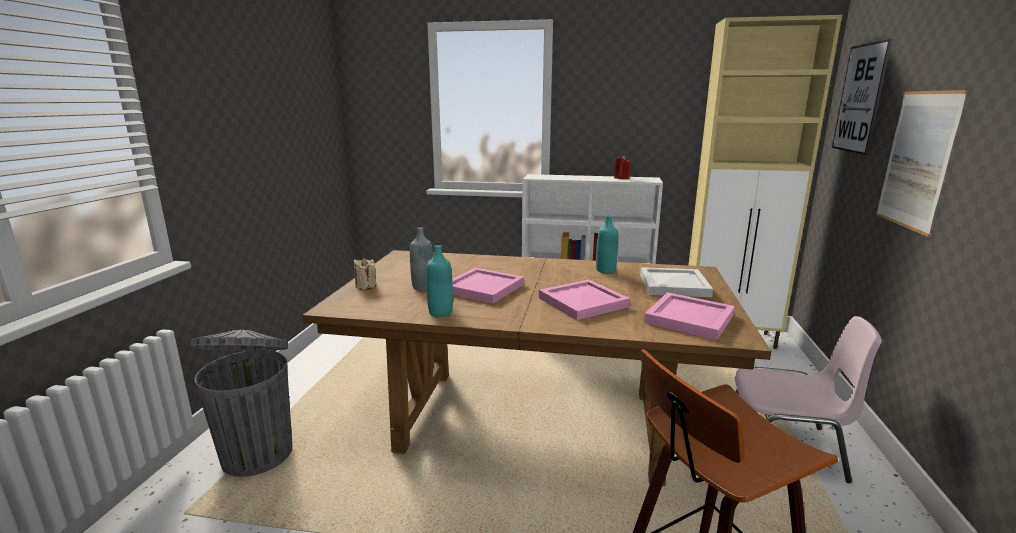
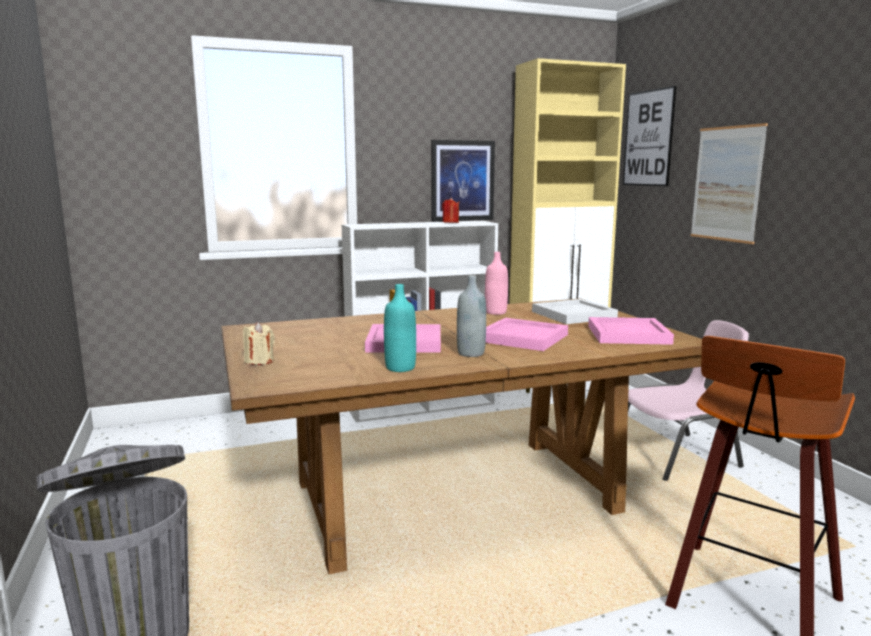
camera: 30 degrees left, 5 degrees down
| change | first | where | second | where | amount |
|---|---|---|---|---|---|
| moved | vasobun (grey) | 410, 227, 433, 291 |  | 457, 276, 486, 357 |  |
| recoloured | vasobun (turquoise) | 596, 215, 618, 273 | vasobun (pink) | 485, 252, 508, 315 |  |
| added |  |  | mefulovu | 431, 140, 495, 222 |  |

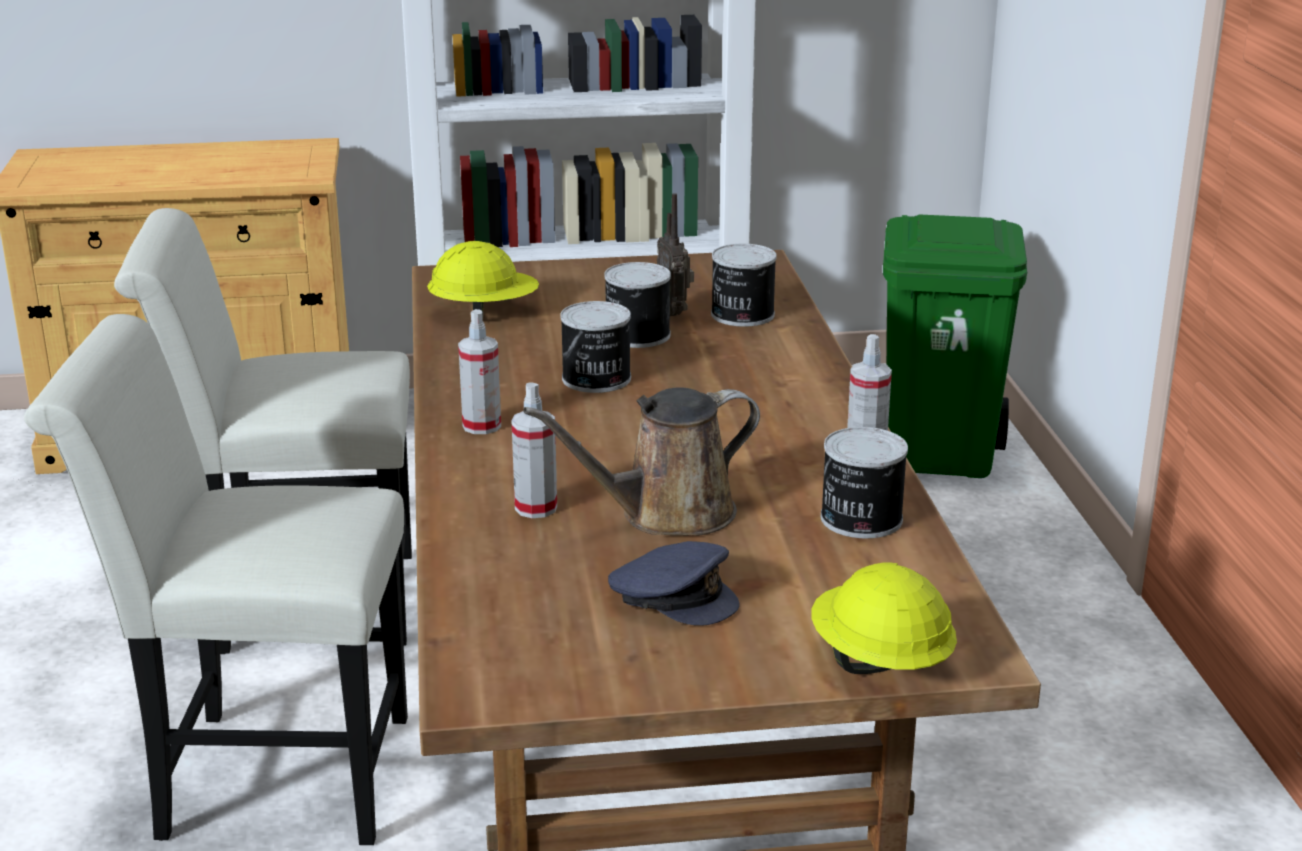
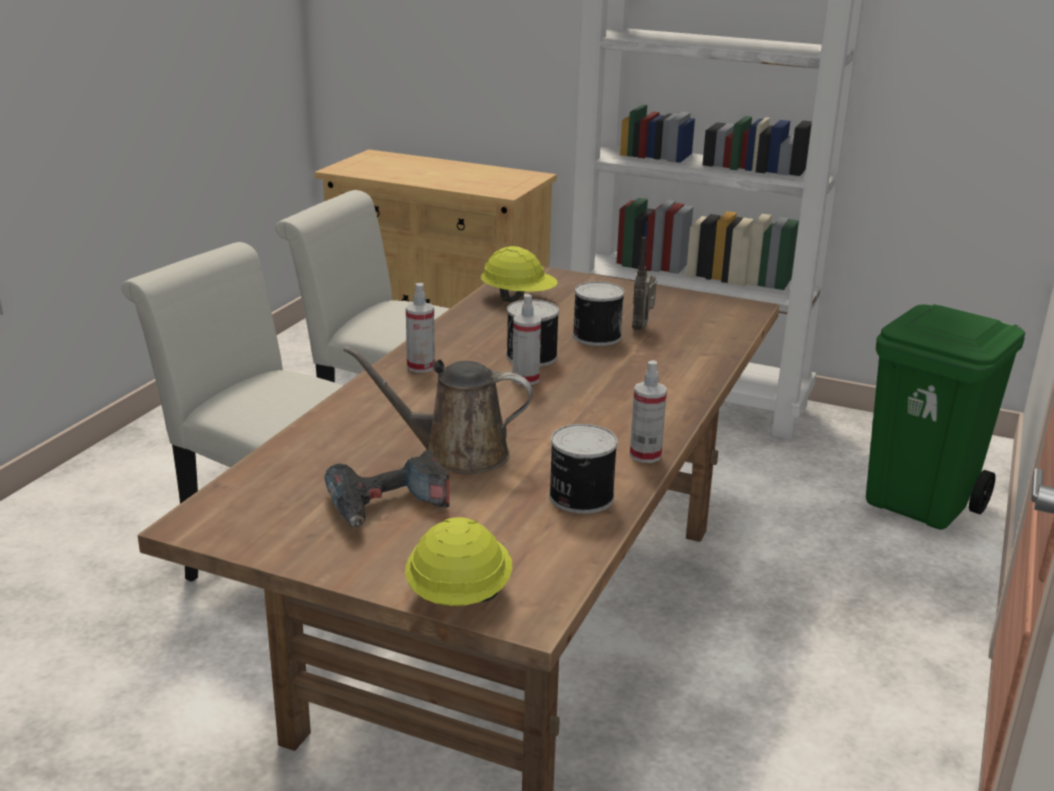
camera: 30 degrees right, 0 degrees up
| change | first | where | second | where | amount |
|---|---|---|---|---|---|
| moved | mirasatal | 511, 382, 557, 518 |  | 512, 294, 541, 385 |  |
| replaced | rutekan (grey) | 608, 541, 739, 626 | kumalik | 325, 450, 450, 527 |  |
| removed | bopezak | 711, 244, 777, 327 |  |  |  |

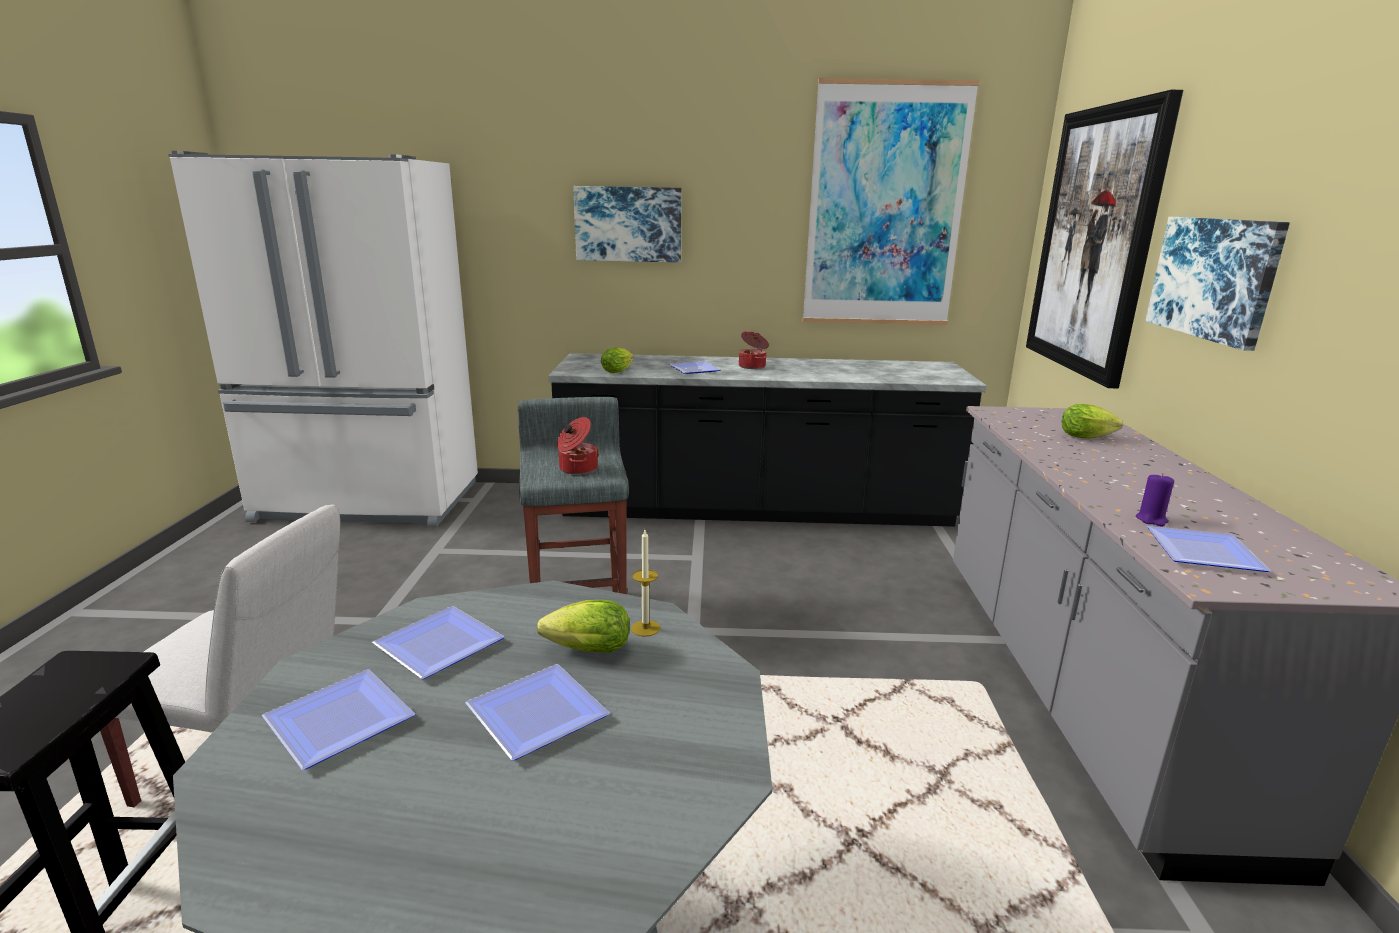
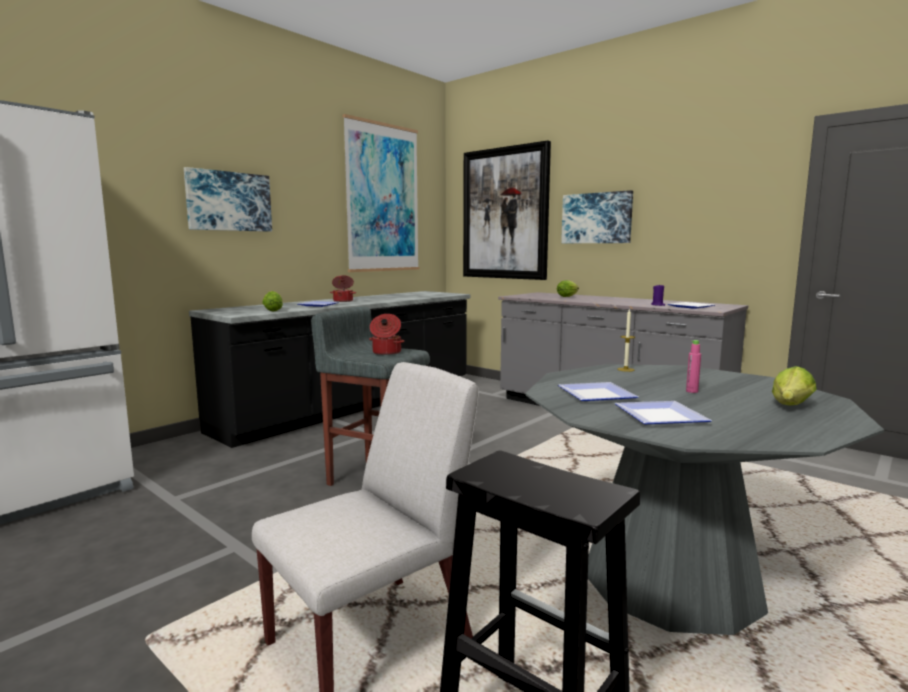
camera: 50 degrees left, 10 degrees down
| change | first | where | second | where | amount |
|---|---|---|---|---|---|
| replaced | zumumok | 465, 664, 610, 761 | vasobun (pink) | 686, 340, 701, 393 |  |
| moved | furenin | 537, 600, 630, 653 |  | 772, 366, 817, 405 |  |

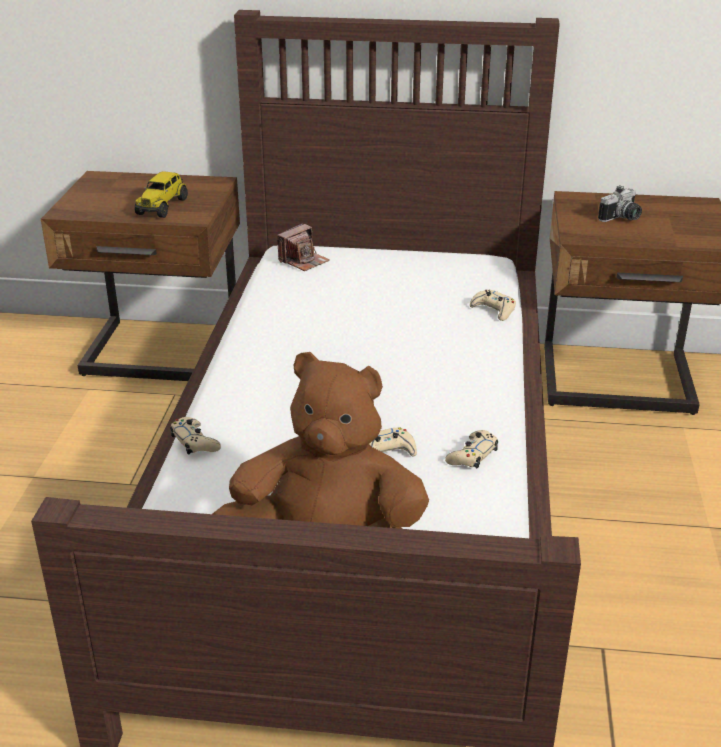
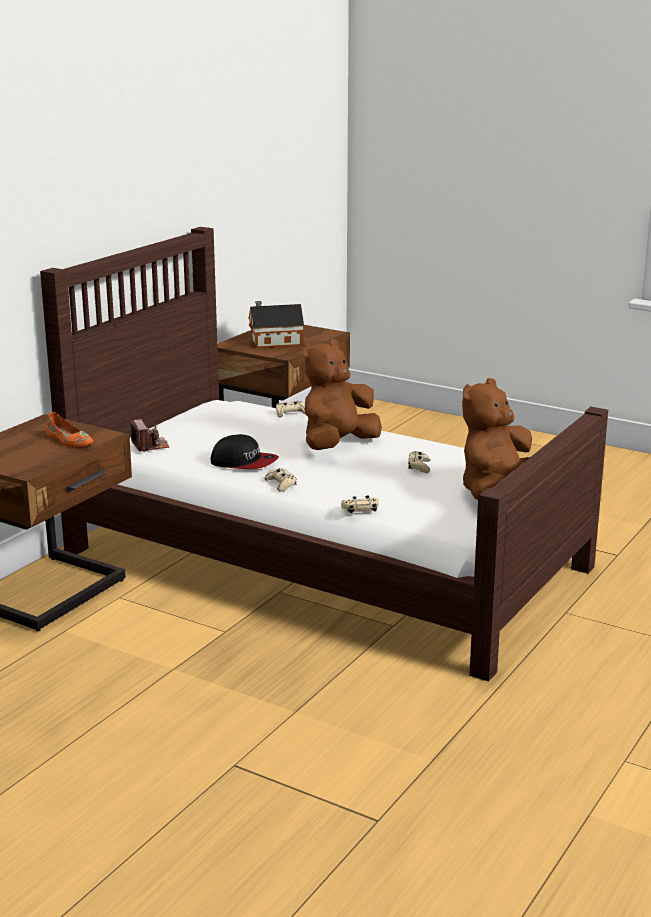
camera: 65 degrees left, 10 degrees down
| change | first | where | second | where | amount |
|---|---|---|---|---|---|
| replaced | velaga | 135, 171, 188, 218 | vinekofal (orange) | 46, 412, 94, 447 |  |
| moved | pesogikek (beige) | 445, 430, 498, 468 |  | 265, 468, 296, 492 |  |
| replaced | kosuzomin | 598, 185, 642, 222 | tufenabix | 248, 301, 304, 348 |  |
| added |  |  | rutekan | 211, 434, 279, 469 |  |
| added |  |  | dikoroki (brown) | 302, 339, 382, 450 |  |

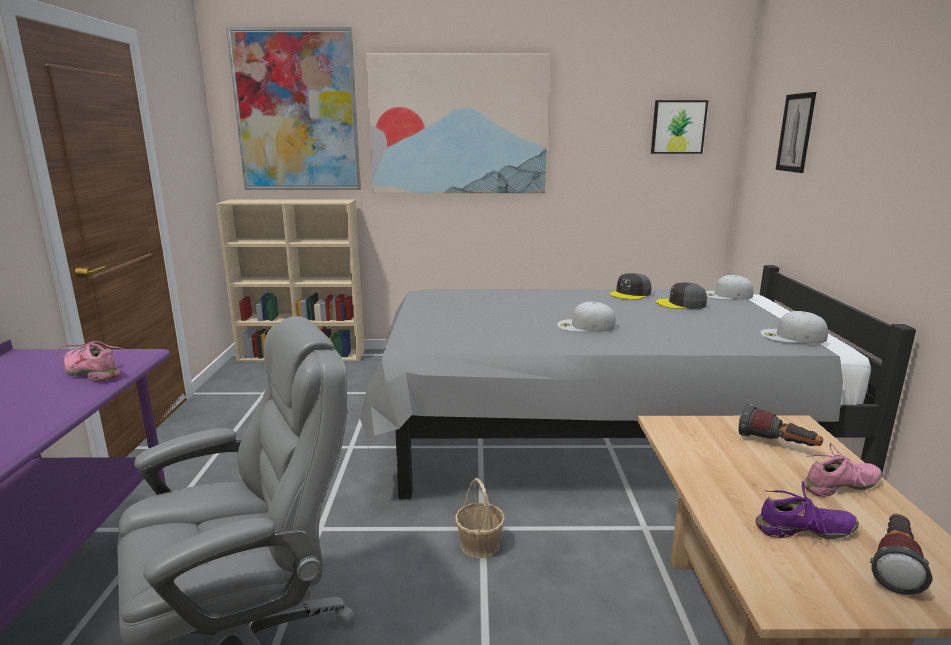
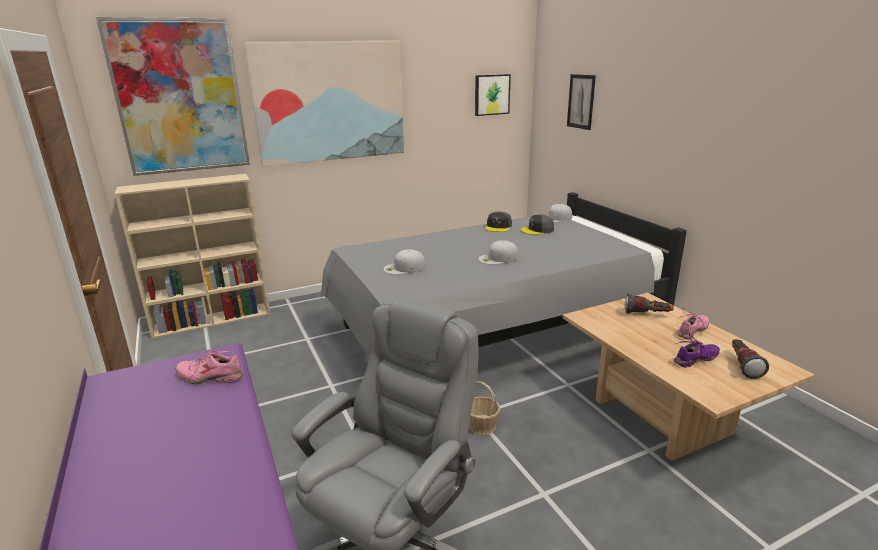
camera: 25 degrees left, 5 degrees up
| change | first | where | second | where | amount |
|---|---|---|---|---|---|
| moved | rutekan (white) | 760, 311, 828, 344 |  | 383, 249, 426, 275 |  |

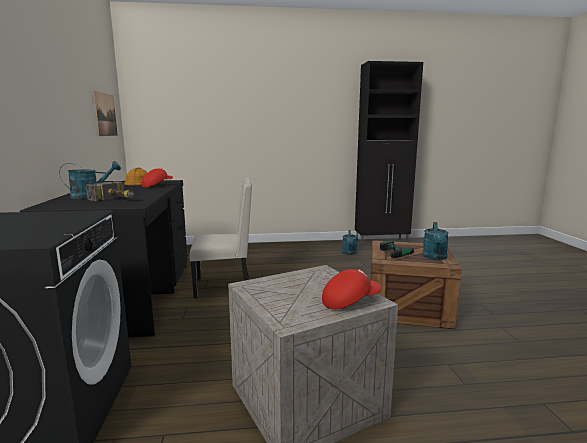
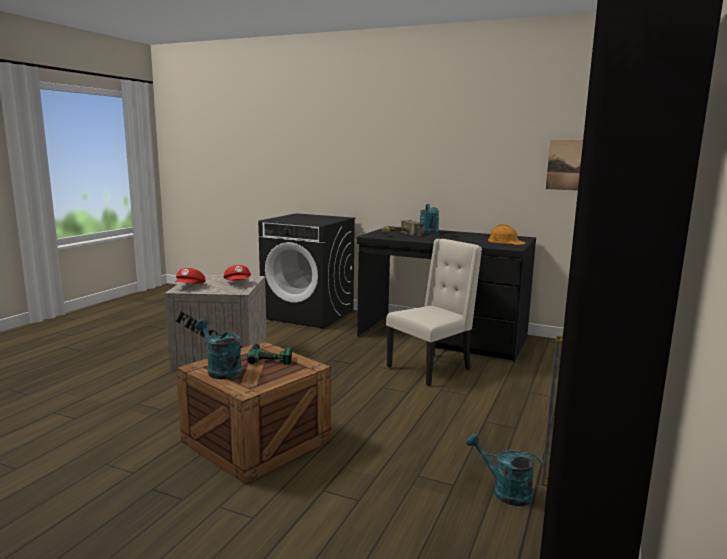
camera: 120 degrees right, 0 degrees up
| change | first | where | second | where | amount |
|---|---|---|---|---|---|
| moved | rutekan (red) | 141, 168, 173, 187 |  | 224, 265, 251, 280 |  |
| turned | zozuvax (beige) | 190, 177, 252, 299 |  | 386, 239, 482, 386 | 150 degrees counterclockwise |

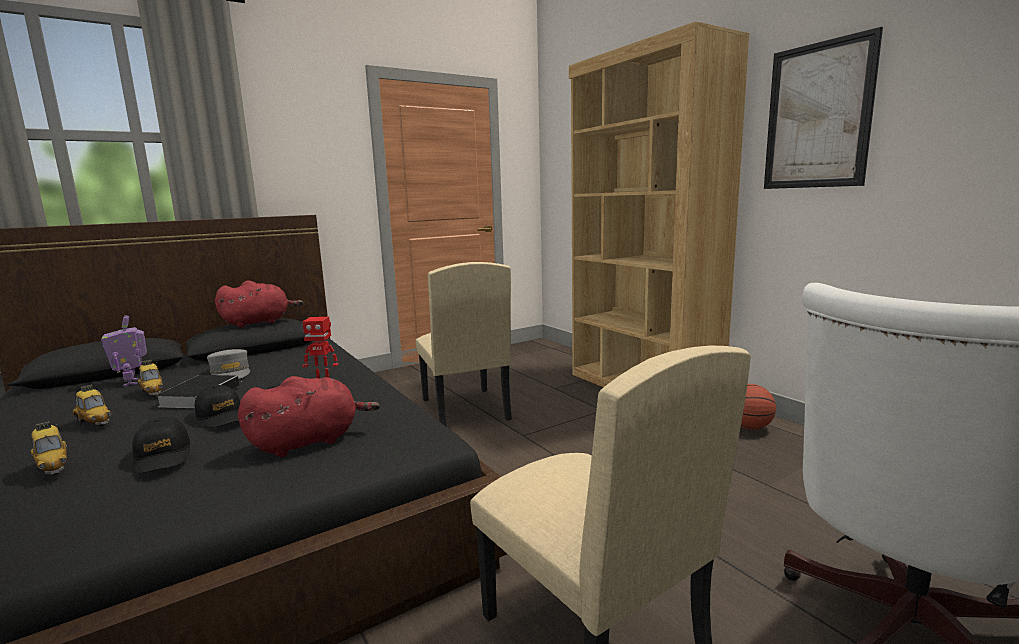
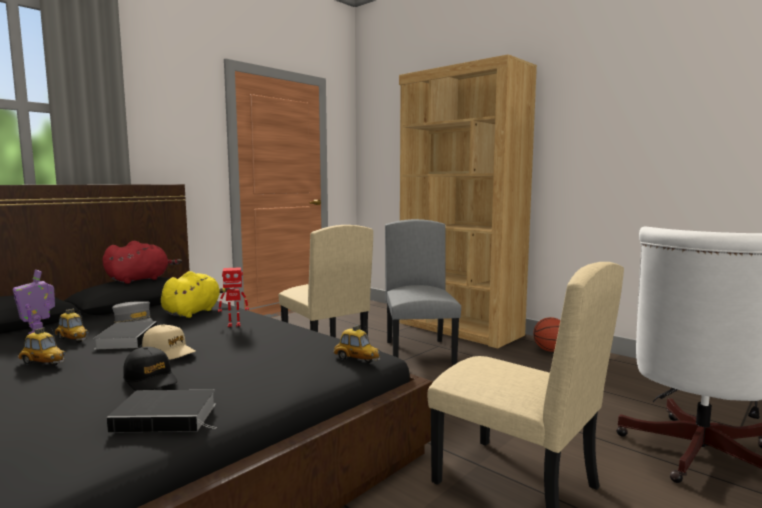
camera: 15 degrees left, 5 degrees down
| change | first | where | second | where | amount |
|---|---|---|---|---|---|
| moved | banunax | 31, 421, 67, 475 |  | 333, 325, 381, 363 |  |
| recoloured | rutekan (black) | 195, 385, 240, 428 | rutekan (beige) | 142, 325, 196, 360 |  |
| removed | dikoroki (red) | 238, 376, 380, 457 |  |  |  |
| removed | mefulovu | 764, 27, 883, 189 |  |  |  |
| added |  |  | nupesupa | 107, 390, 217, 433 |  |
| added |  |  | dikoroki (yellow) | 161, 271, 230, 318 |  |
| added |  |  | zozuvax (grey) | 385, 219, 461, 365 |  |

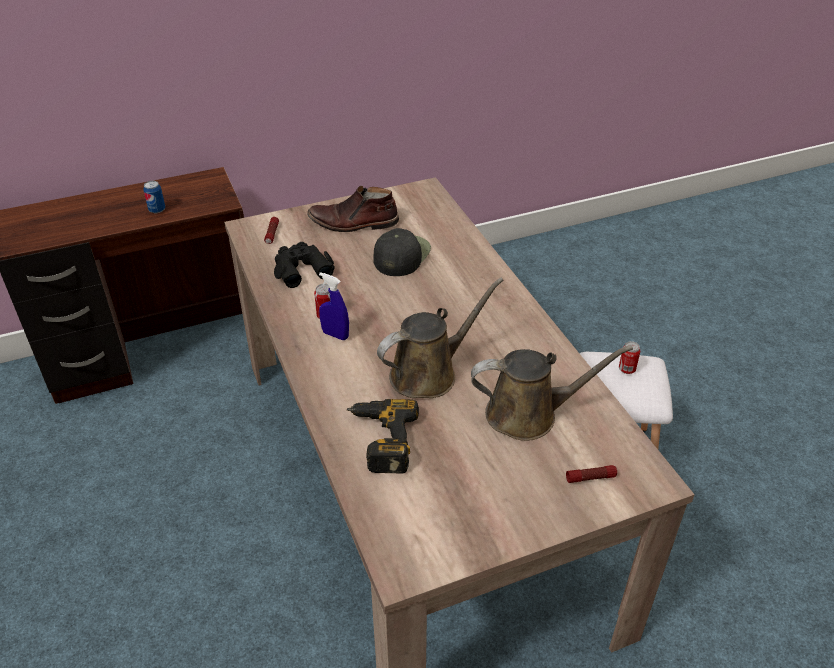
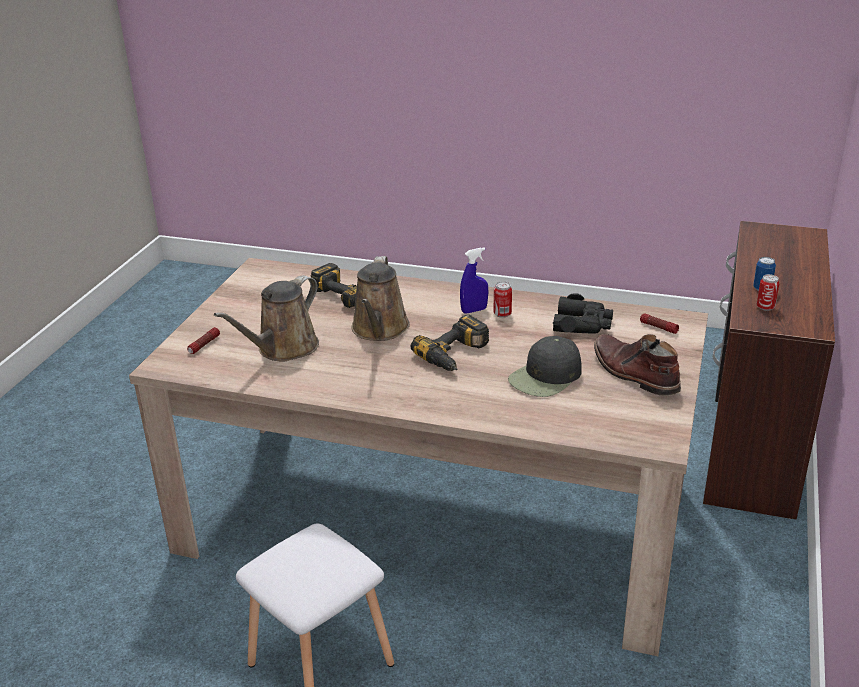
camera: 130 degrees right, 10 degrees down
| change | first | where | second | where | amount |
|---|---|---|---|---|---|
| turned | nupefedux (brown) | 307, 186, 399, 232 |  | 594, 334, 681, 396 | 75 degrees counterclockwise |
| turned | rutekan (black) | 373, 228, 431, 276 |  | 508, 336, 582, 397 | 75 degrees clockwise |
| moved | bopezak | 619, 341, 640, 374 |  | 757, 274, 779, 311 |  |
| added |  |  | kumalik | 411, 314, 489, 371 |  |

